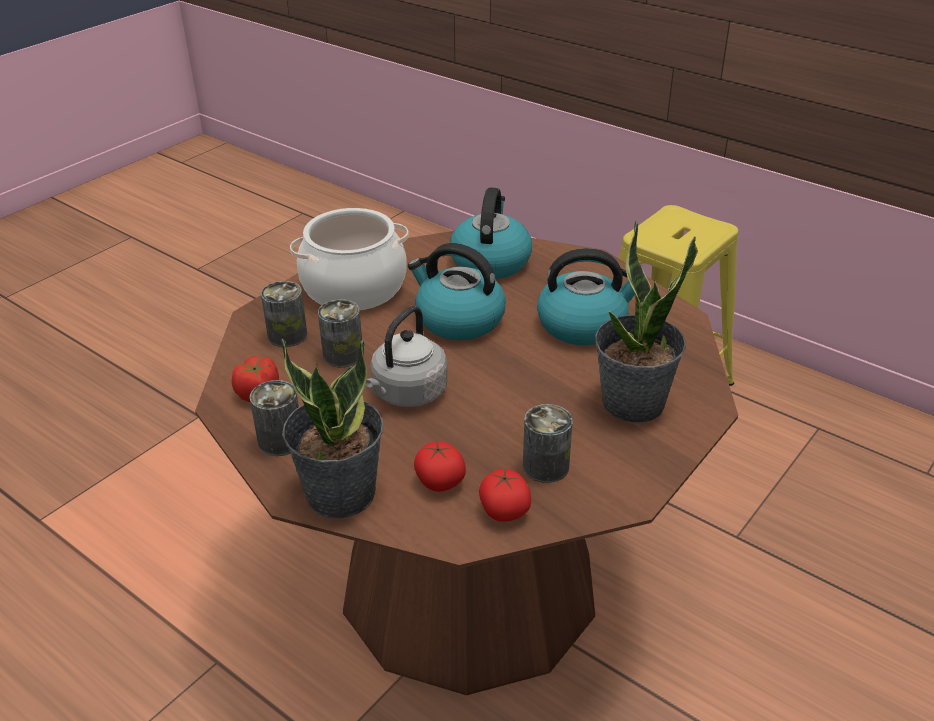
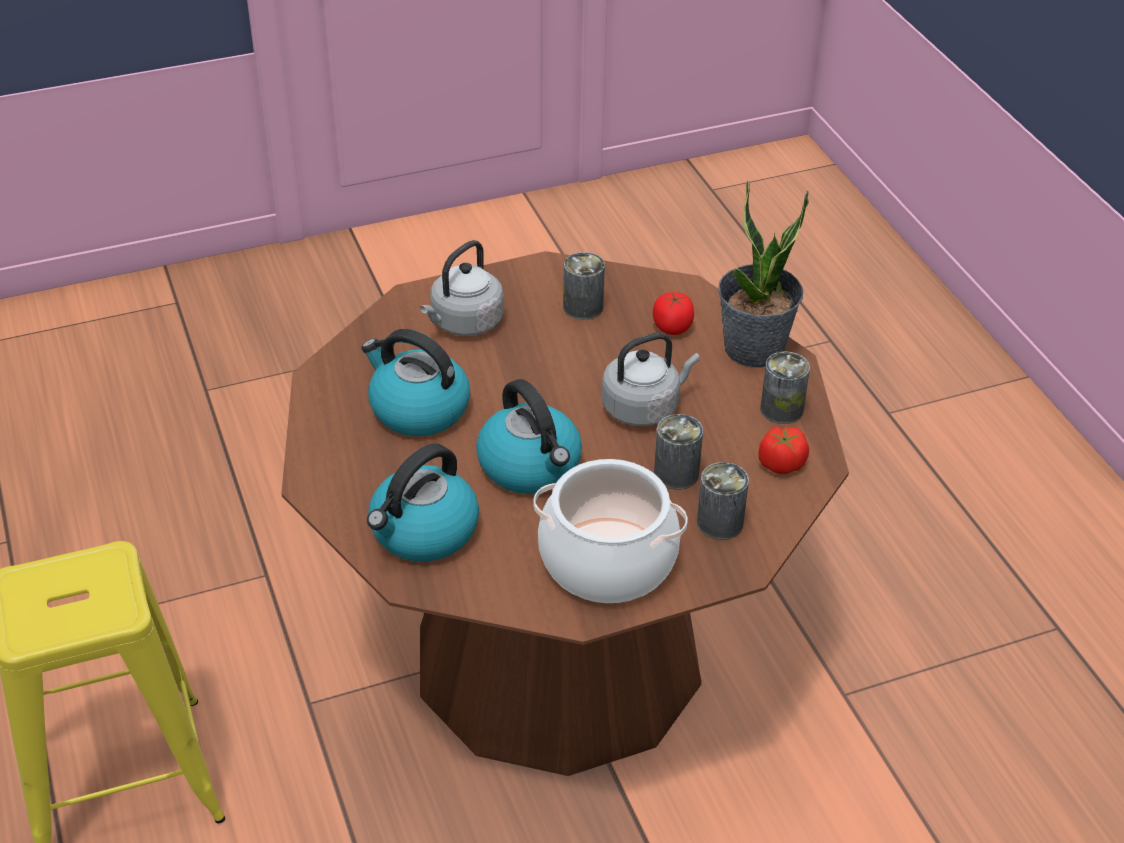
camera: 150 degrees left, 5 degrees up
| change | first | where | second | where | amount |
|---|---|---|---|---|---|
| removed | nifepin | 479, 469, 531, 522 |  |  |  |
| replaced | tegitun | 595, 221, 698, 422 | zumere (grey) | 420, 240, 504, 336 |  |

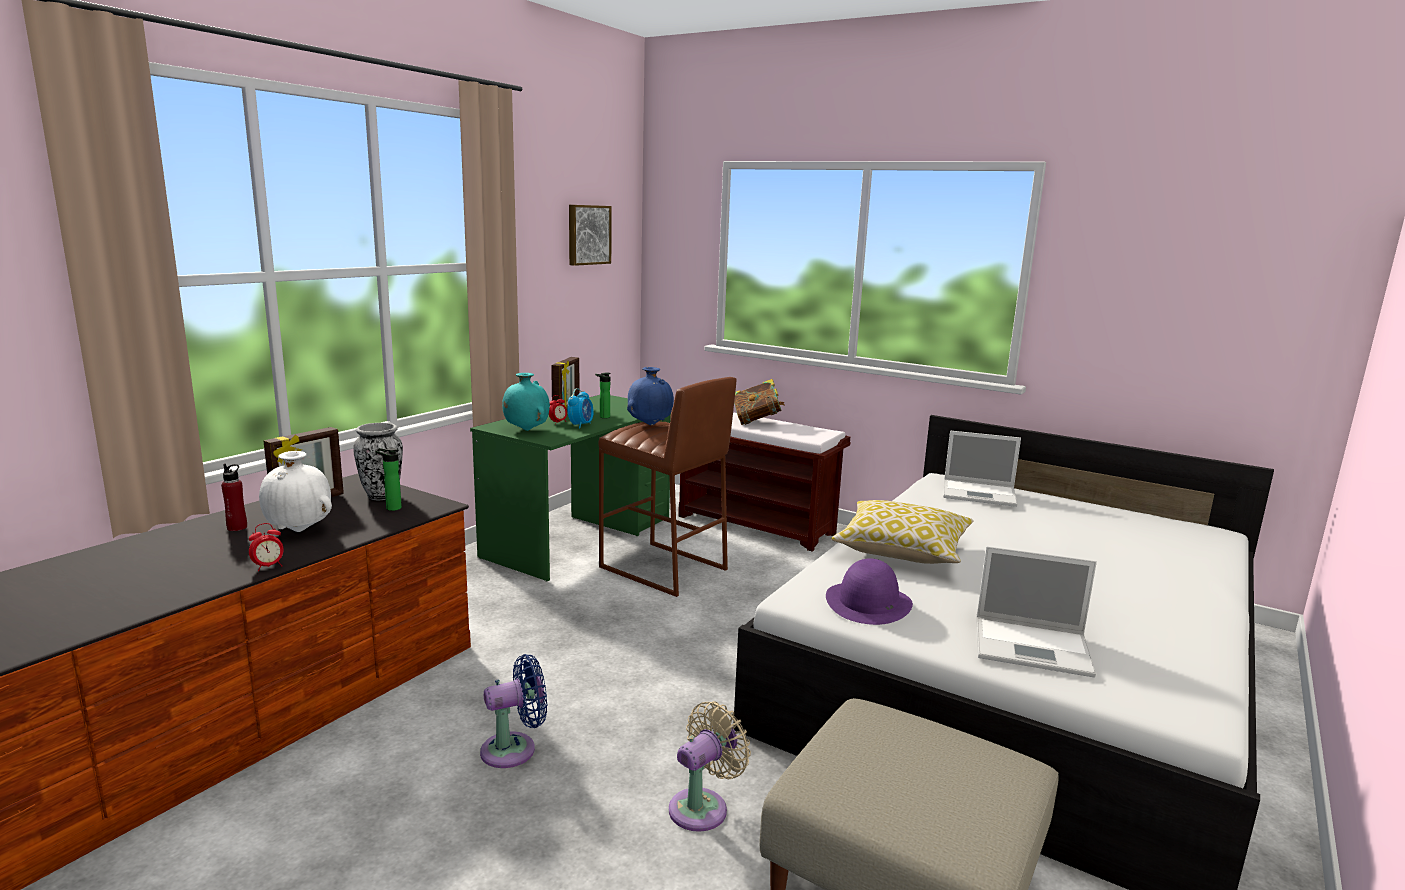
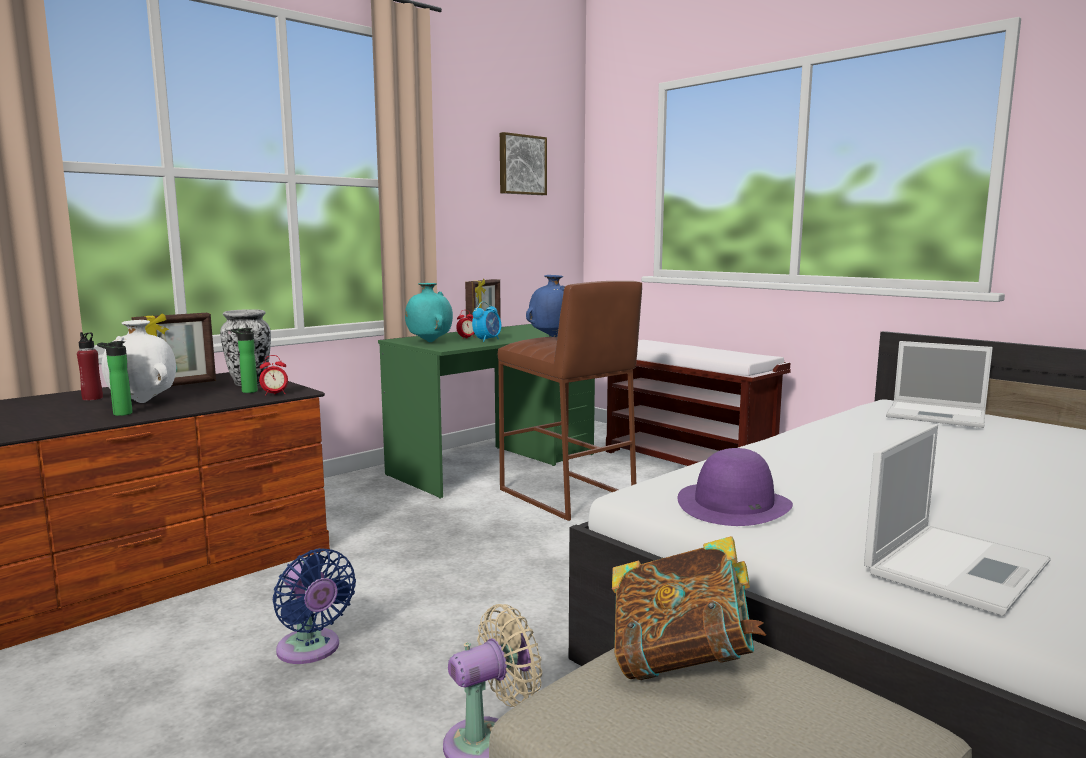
camera: 15 degrees right, 5 degrees down
| change | first | where | second | where | amount |
|---|---|---|---|---|---|
| moved | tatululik | 249, 523, 283, 571 |  | 259, 355, 288, 396 |  |
| turned | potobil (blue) | 480, 654, 547, 768 |  | 272, 548, 356, 664 | 60 degrees clockwise |
| moved | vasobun | 595, 373, 611, 418 |  | 97, 341, 133, 416 |  |
| moved | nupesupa | 734, 379, 785, 425 |  | 612, 536, 766, 680 |  |
| removed | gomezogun | 831, 500, 974, 564 |  |  |  |
| turned | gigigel | 976, 546, 1097, 678 |  | 864, 424, 1051, 616 | 75 degrees counterclockwise |

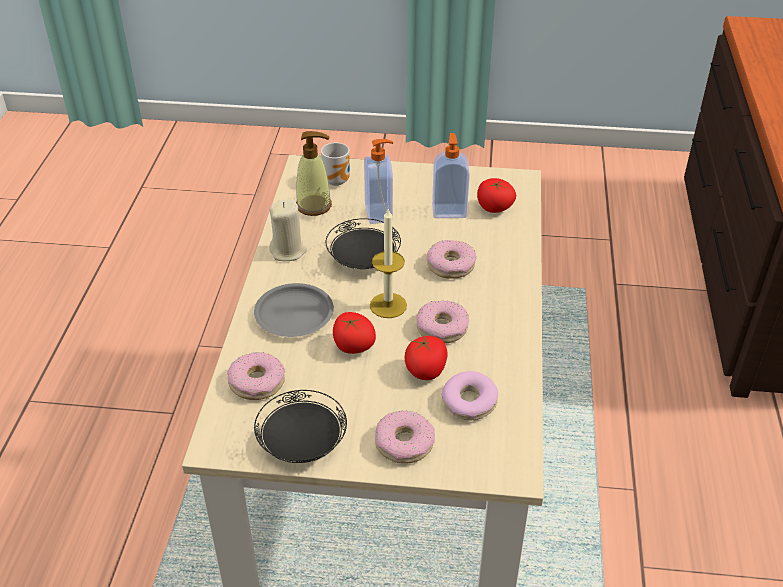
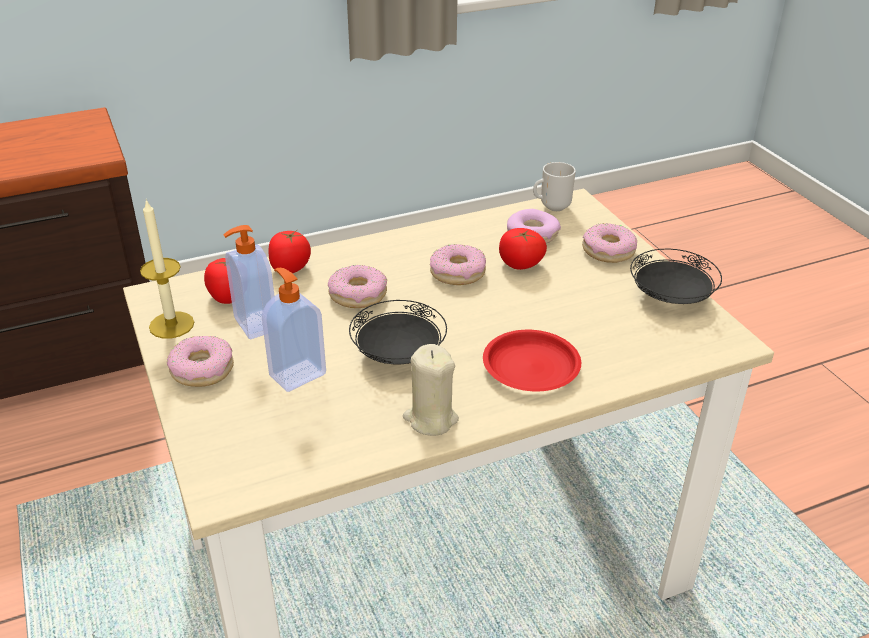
camera: 120 degrees left, 5 degrees down
| change | first | where | second | where | amount |
|---|---|---|---|---|---|
| moved | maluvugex | 227, 352, 285, 400 |  | 167, 336, 234, 387 |  |
| recoloured | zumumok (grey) | 254, 283, 334, 337 | zumumok (red) | 483, 330, 581, 391 |  |
| removed | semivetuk | 296, 131, 332, 216 |  |  |  |
| moved | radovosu | 321, 143, 350, 186 |  | 533, 162, 576, 211 |  |
| moved | nifepin | 333, 312, 376, 354 |  | 269, 230, 311, 273 |  |
| moved | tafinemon | 370, 209, 407, 318 |  | 140, 200, 194, 339 |  |

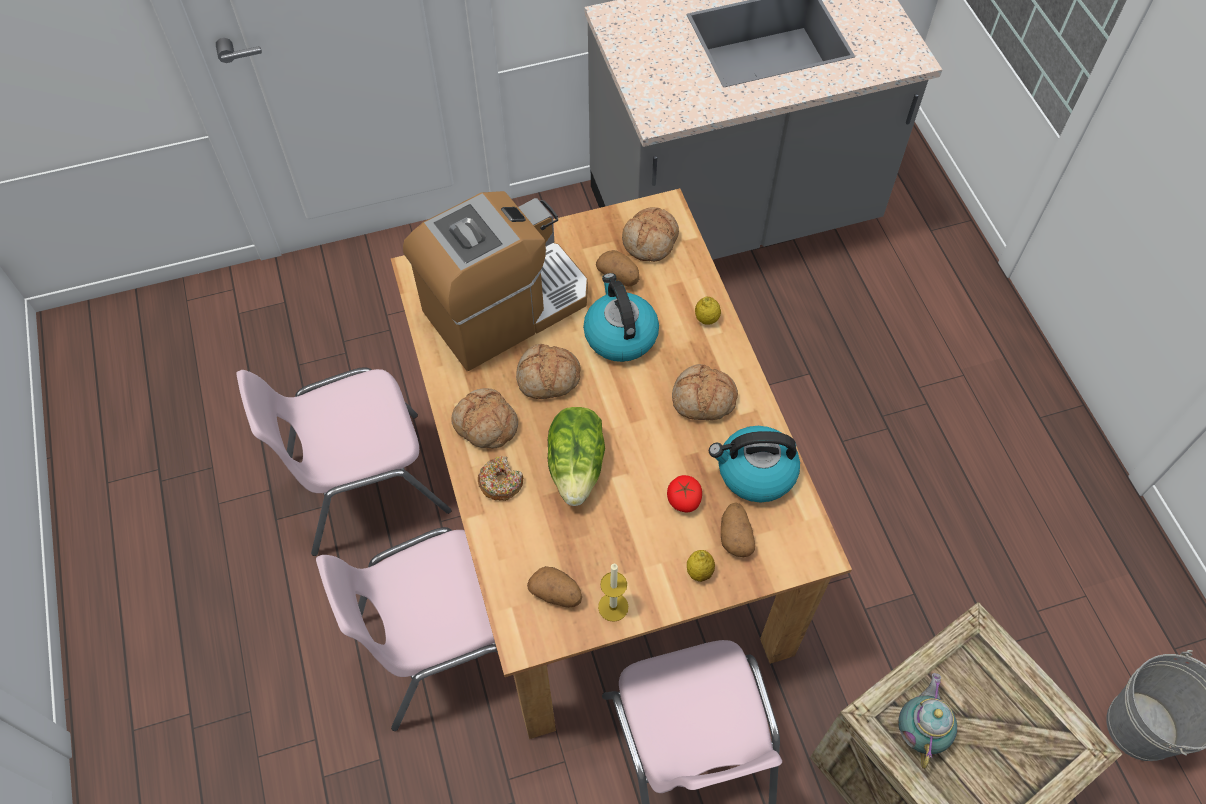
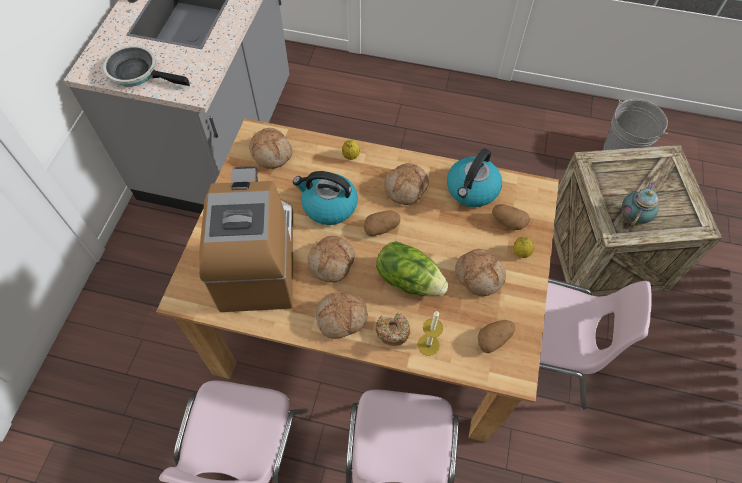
camera: 60 degrees left, 0 degrees up
| change | first | where | second | where | amount |
|---|---|---|---|---|---|
| moved | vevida | 596, 250, 639, 286 |  | 364, 211, 400, 236 |  |
| moved | tafinemon | 598, 564, 628, 622 |  | 417, 311, 443, 356 |  |
| removed | nifepin | 667, 475, 702, 512 |  |  |  |
| turned | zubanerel | 898, 673, 957, 769 |  | 622, 182, 659, 226 | 75 degrees clockwise |
| added |  |  | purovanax | 103, 46, 190, 87 |  |
| added |  |  | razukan | 455, 249, 506, 296 |  |

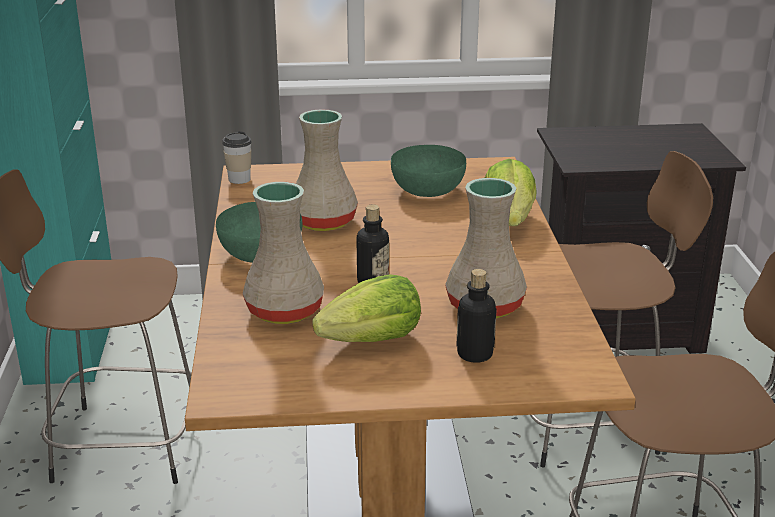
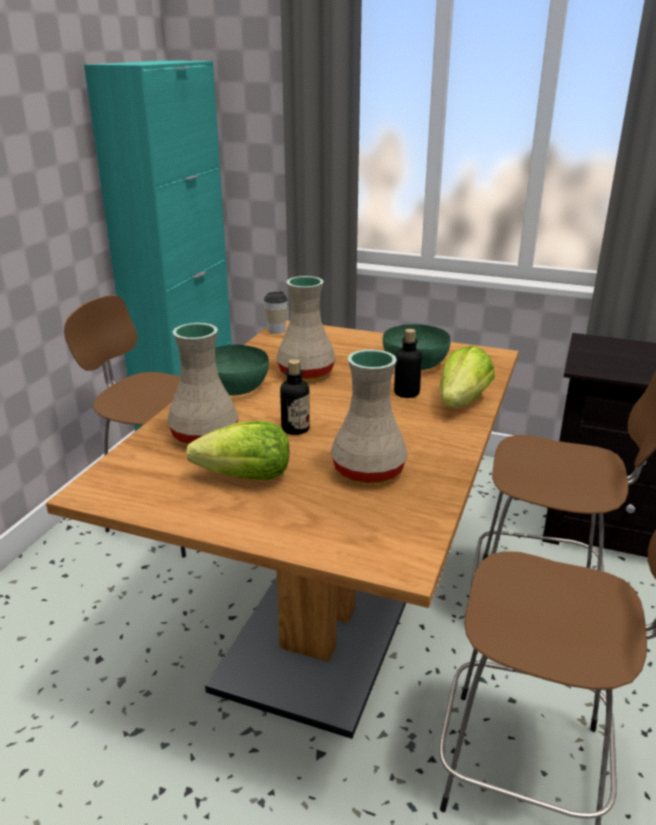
camera: 25 degrees right, 0 degrees up
| change | first | where | second | where | amount |
|---|---|---|---|---|---|
| moved | vasobun | 456, 269, 497, 363 |  | 394, 329, 422, 398 |  |

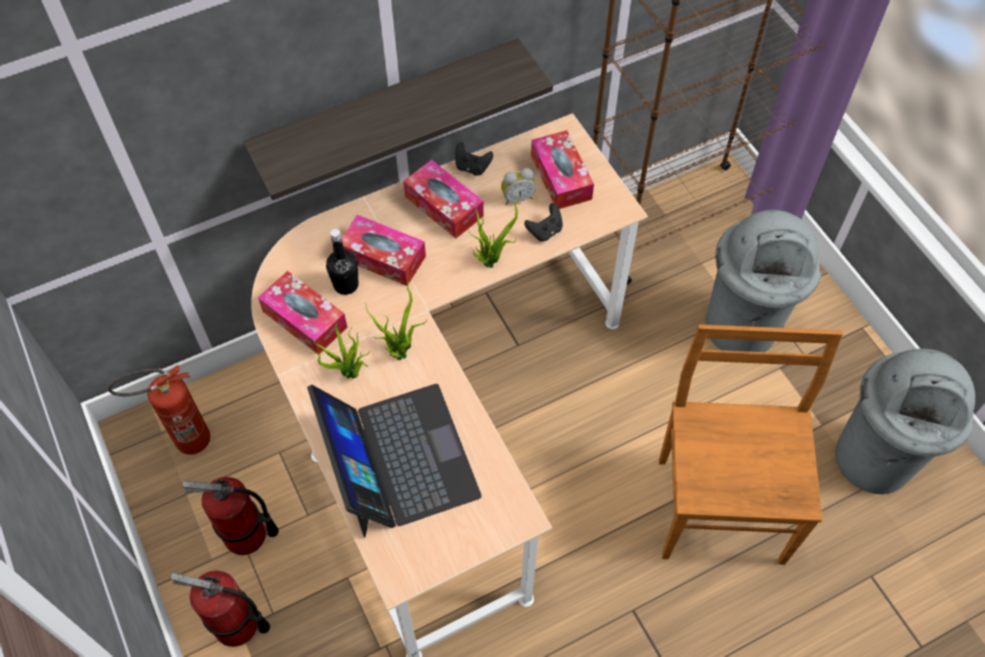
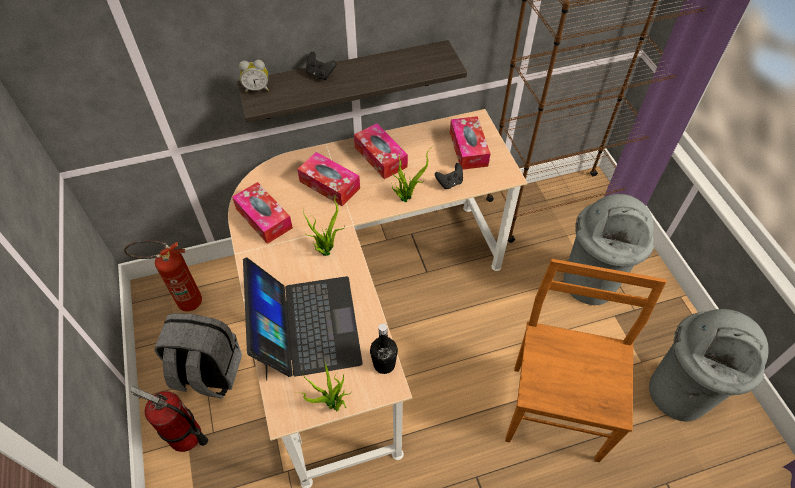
camera: 10 degrees right, 5 degrees down
| change | first | where | second | where | amount |
|---|---|---|---|---|---|
| replaced | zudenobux | 182, 477, 279, 555 | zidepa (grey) | 155, 313, 242, 399 |  |
| moved | tegitun | 311, 318, 370, 379 |  | 303, 363, 351, 411 |  |
| moved | vasobun (black) | 326, 229, 358, 295 |  | 370, 323, 398, 374 |  |
| moved | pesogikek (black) | 455, 142, 493, 175 |  | 306, 52, 337, 80 |  |
| moved | tatululik | 501, 168, 536, 205 |  | 239, 60, 269, 93 |  |

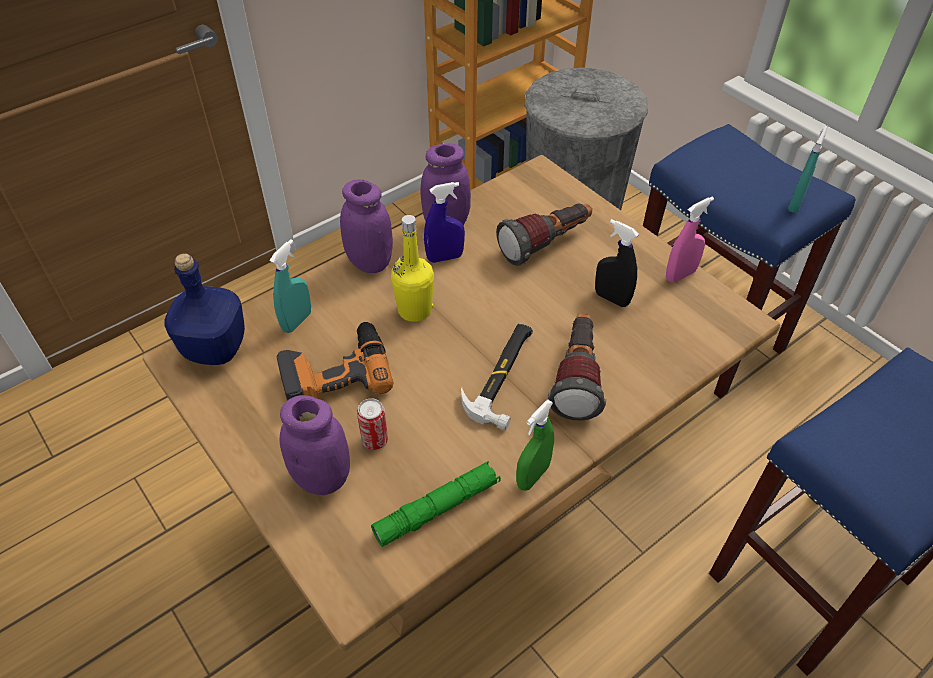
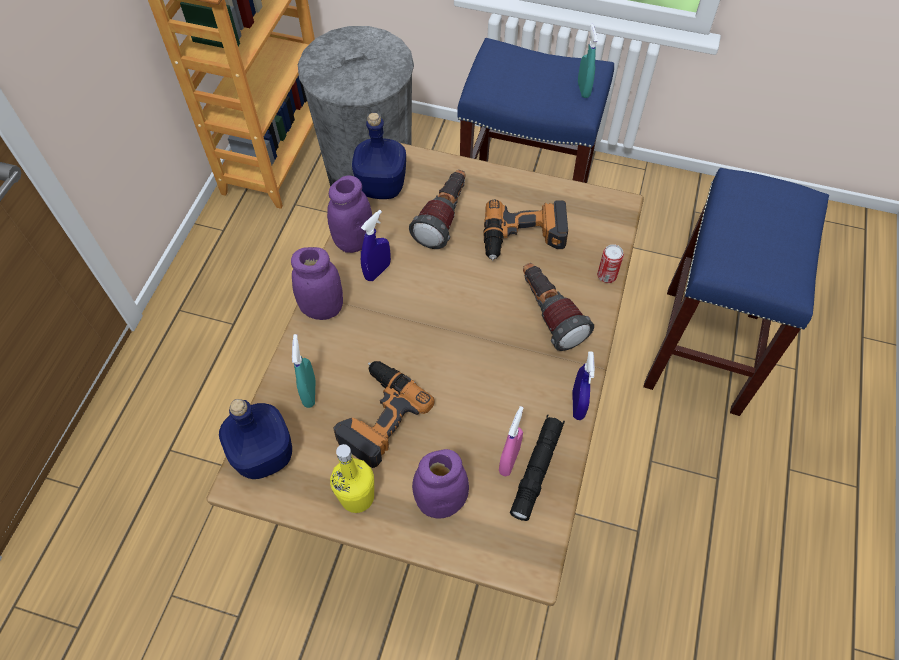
camera: 35 degrees left, 10 degrees up
| change | first | where | second | where | amount |
|---|---|---|---|---|---|
| moved | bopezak | 357, 398, 388, 450 |  | 597, 244, 624, 283 |  |
| recoloured | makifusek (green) | 371, 461, 501, 547 | makifusek (black) | 510, 415, 565, 521 |  |
| moved | vasobun (yellow) | 391, 215, 434, 322 |  | 330, 444, 374, 513 |  |
| removed | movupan | 461, 324, 533, 430 |  |  |  |
| recoloured | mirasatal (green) | 516, 400, 554, 491 | mirasatal (blue) | 572, 351, 595, 420 |  |
| replaced | mirasatal (black) | 595, 219, 639, 307 | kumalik | 483, 200, 568, 261 |  |
| moved | mirasatal (pink) | 666, 196, 714, 282 |  | 499, 406, 523, 476 |  |
| added |  |  | vasobun (blue) | 352, 113, 406, 199 |  |

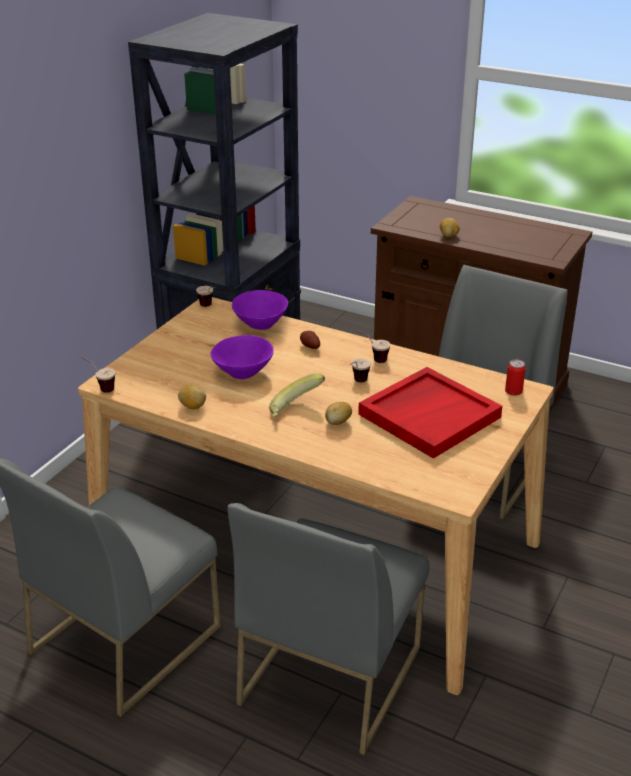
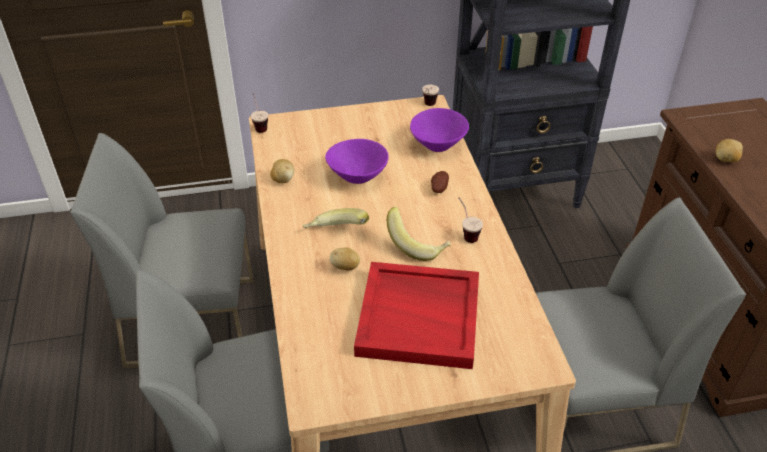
camera: 50 degrees right, 10 degrees up
| change | first | where | second | where | amount |
|---|---|---|---|---|---|
| replaced | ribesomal | 350, 358, 371, 382 | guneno | 387, 207, 451, 261 |  |
| removed | bopezak | 505, 359, 526, 396 |  |  |  |

